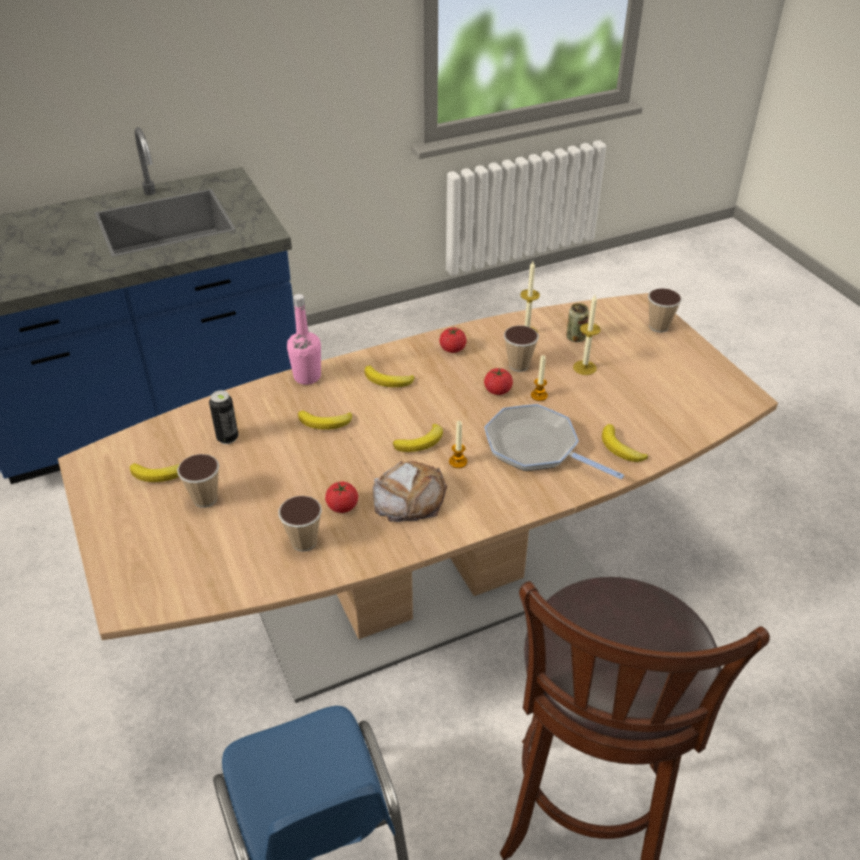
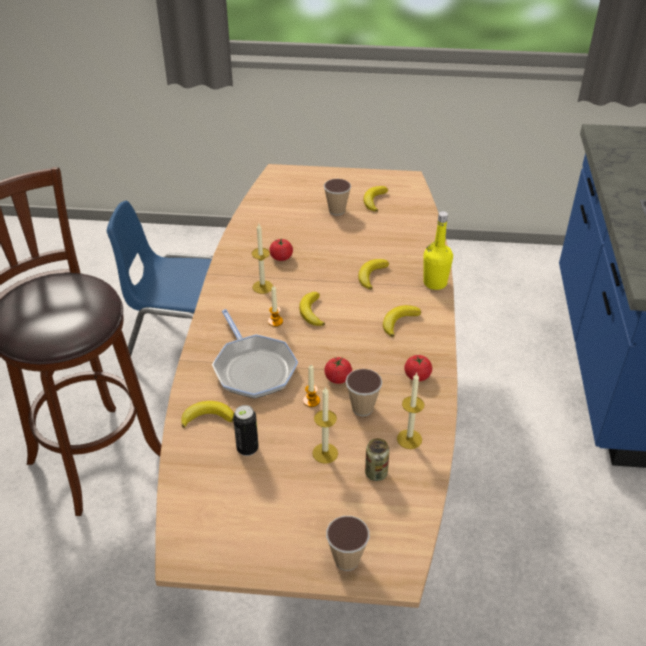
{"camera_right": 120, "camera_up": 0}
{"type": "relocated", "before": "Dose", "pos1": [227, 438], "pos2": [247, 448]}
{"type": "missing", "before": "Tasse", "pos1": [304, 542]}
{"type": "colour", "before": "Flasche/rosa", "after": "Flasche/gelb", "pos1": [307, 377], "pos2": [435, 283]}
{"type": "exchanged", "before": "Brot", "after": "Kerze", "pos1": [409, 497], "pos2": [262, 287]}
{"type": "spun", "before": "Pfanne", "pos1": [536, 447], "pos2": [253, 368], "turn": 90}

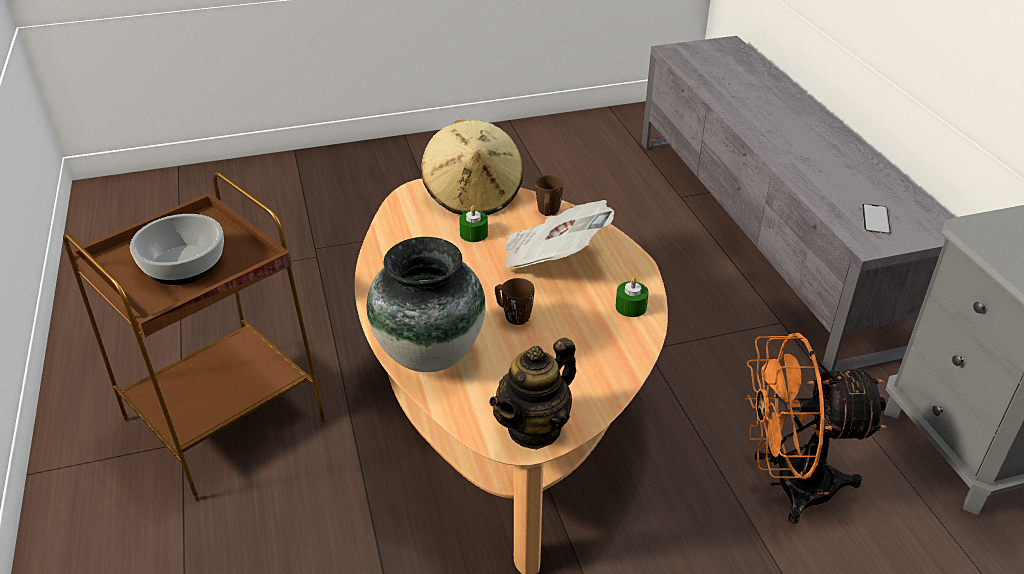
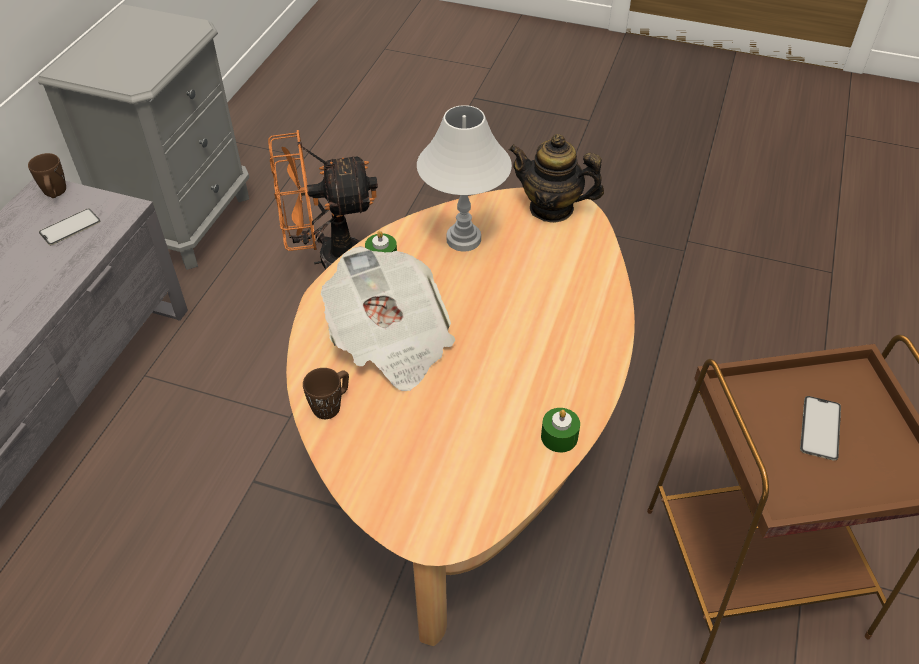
{"camera_right": -145, "camera_up": 10}
{"type": "exchanged", "before": "Schüssel", "after": "Handy", "pos1": [182, 265], "pos2": [820, 428]}
{"type": "missing", "before": "Vase", "pos1": [430, 355]}
{"type": "missing", "before": "Hut/beige", "pos1": [473, 195]}
{"type": "relocated", "before": "Kerze/grün", "pos1": [474, 234], "pos2": [559, 437]}
{"type": "spun", "before": "Teekanne", "pos1": [534, 428], "pos2": [551, 208], "turn": -150}
{"type": "relocated", "before": "Henkelbecher/braun", "pos1": [513, 315], "pos2": [55, 193]}
{"type": "spun", "before": "Ventilator/orange", "pos1": [788, 485], "pos2": [329, 262], "turn": 135}
{"type": "appeared", "after": "Tischlampe/weiß", "pos2": [463, 239]}

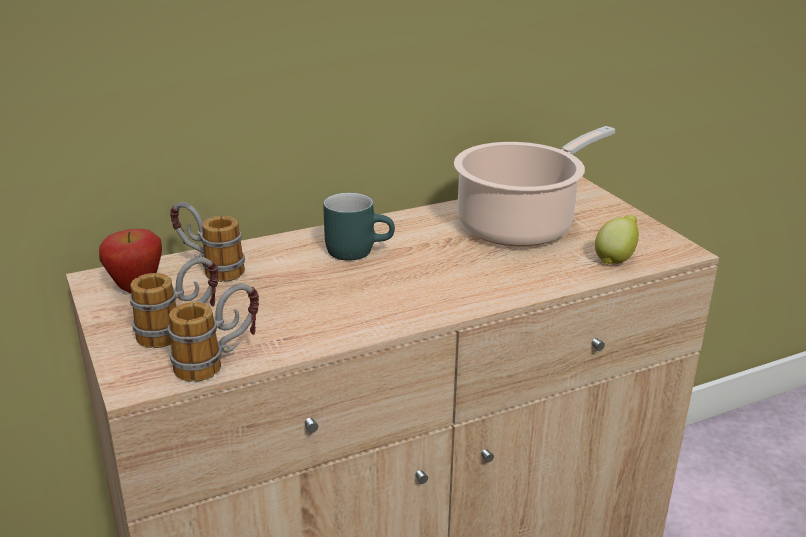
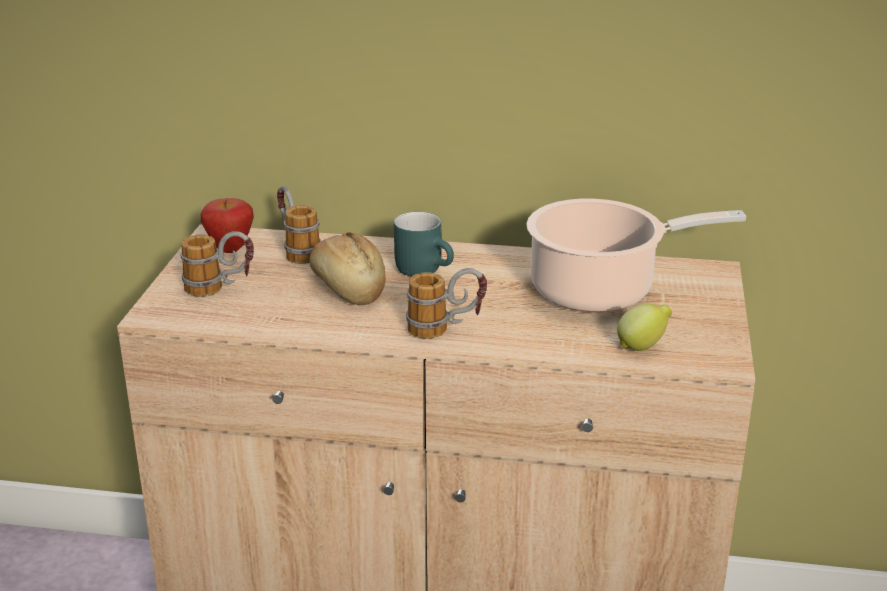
{"camera_right": 35, "camera_up": 0}
{"type": "relocated", "before": "Henkelbecher", "pos1": [218, 362], "pos2": [446, 329]}
{"type": "appeared", "after": "Brot", "pos2": [348, 287]}

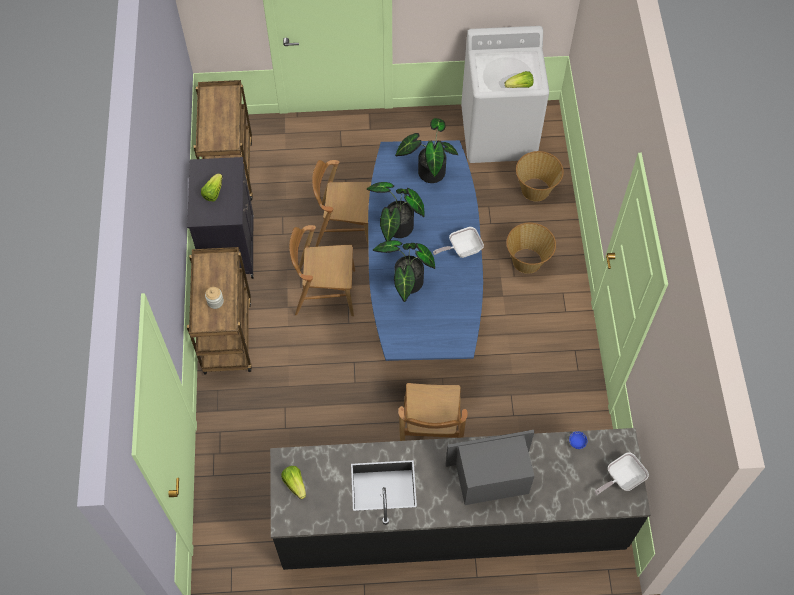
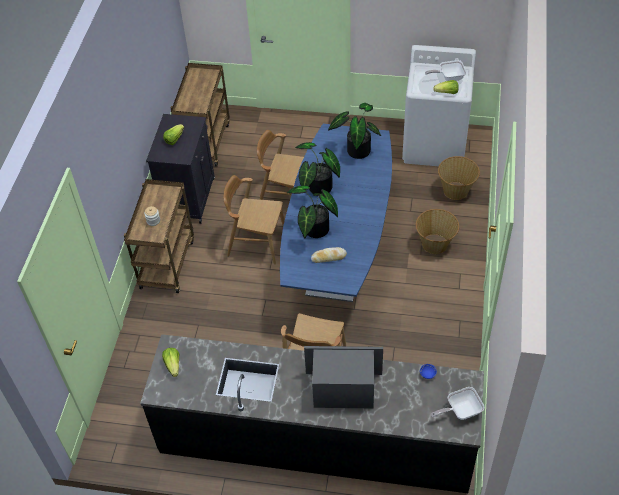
{"camera_right": 15, "camera_up": -10}
{"type": "relocated", "before": "Pfanne", "pos1": [461, 249], "pos2": [448, 77]}
{"type": "appeared", "after": "Brot", "pos2": [328, 257]}

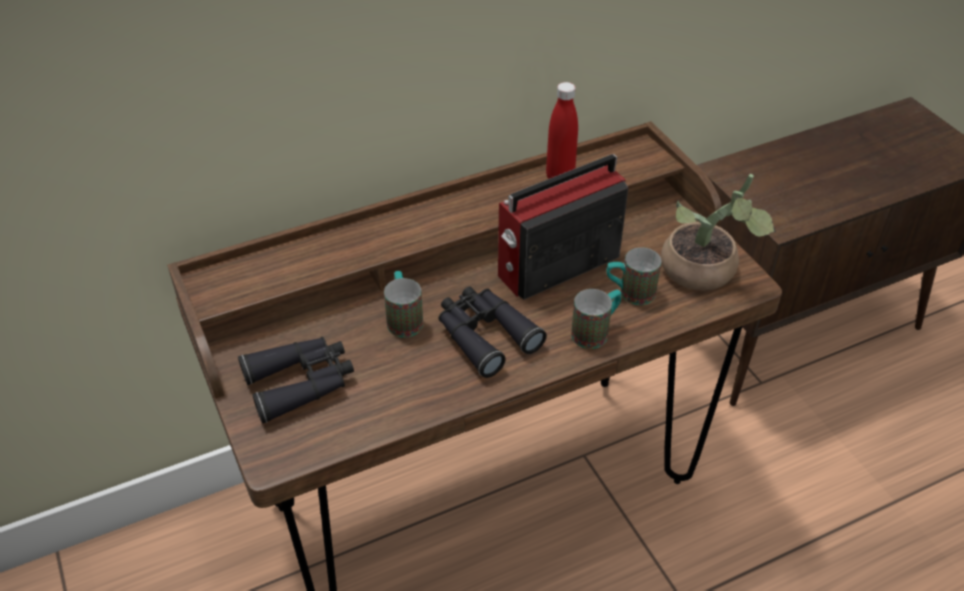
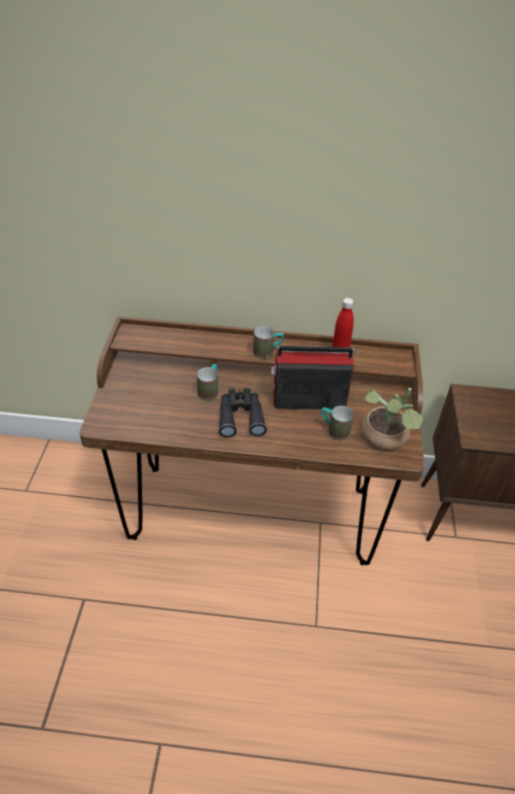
{"camera_right": 30, "camera_up": 0}
{"type": "missing", "before": "Fernglas/schwarz", "pos1": [301, 383]}
{"type": "relocated", "before": "Henkelbecher", "pos1": [596, 331], "pos2": [267, 352]}

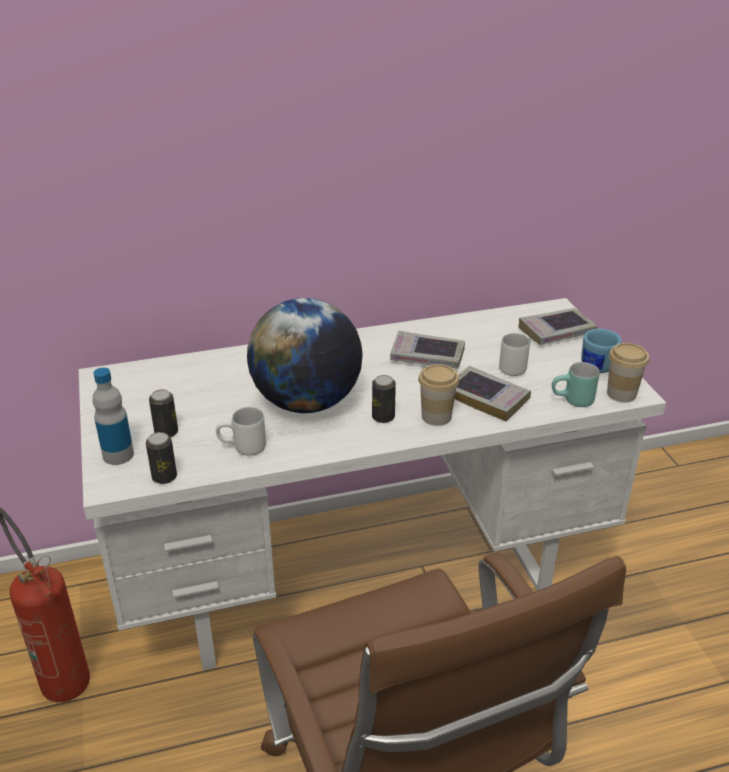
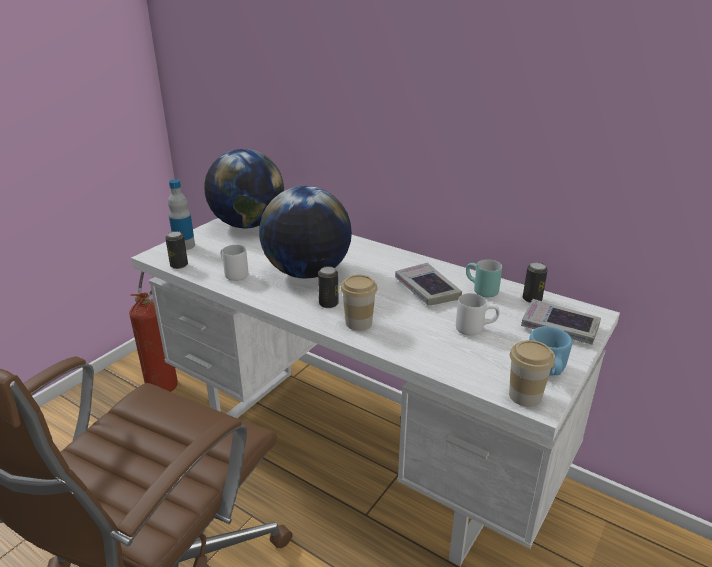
{"camera_right": 50, "camera_up": -5}
{"type": "relocated", "before": "Dose", "pos1": [166, 432], "pos2": [532, 299]}
{"type": "missing", "before": "Buch", "pos1": [486, 398]}
{"type": "relocated", "before": "Henkelbecher/türkis", "pos1": [572, 402], "pos2": [480, 291]}
{"type": "appeared", "after": "Globus", "pos2": [247, 224]}

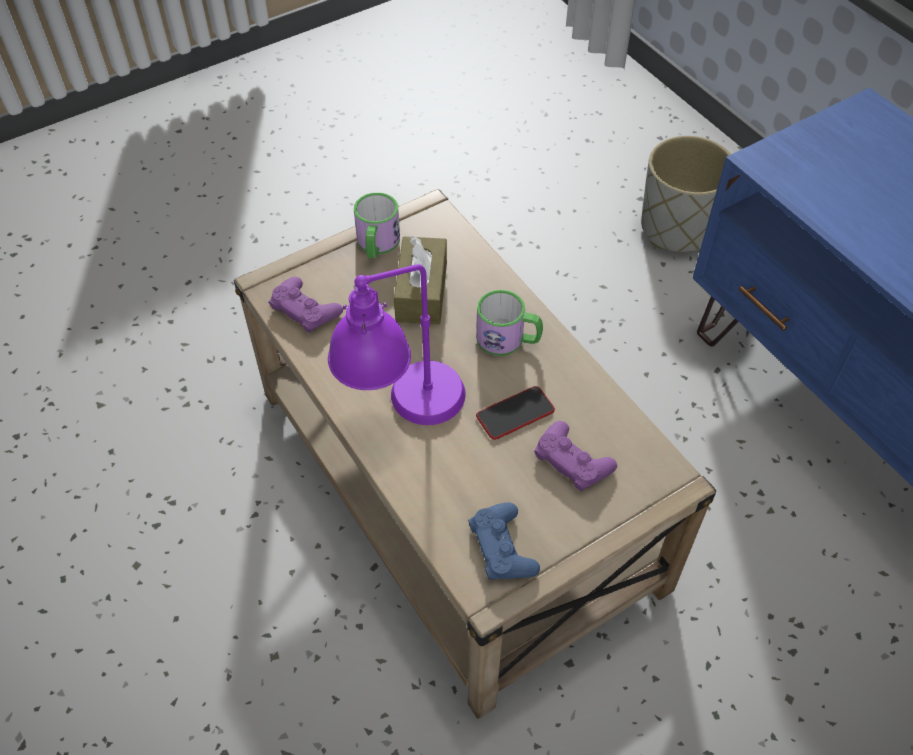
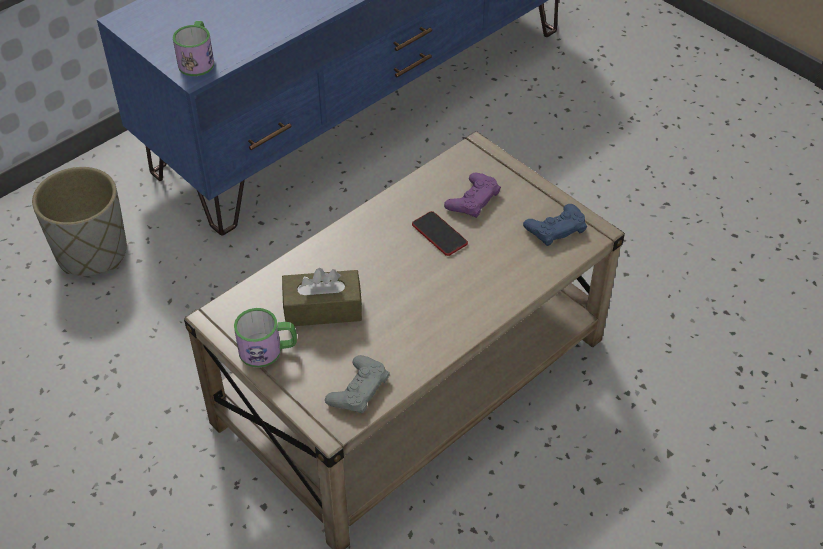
{"camera_right": -100, "camera_up": -5}
{"type": "colour", "before": "Gamepad/lila", "after": "Gamepad/grau", "pos1": [305, 309], "pos2": [358, 389]}
{"type": "missing", "before": "Tischlampe/lila", "pos1": [403, 413]}
{"type": "relocated", "before": "Henkelbecher", "pos1": [508, 339], "pos2": [198, 60]}

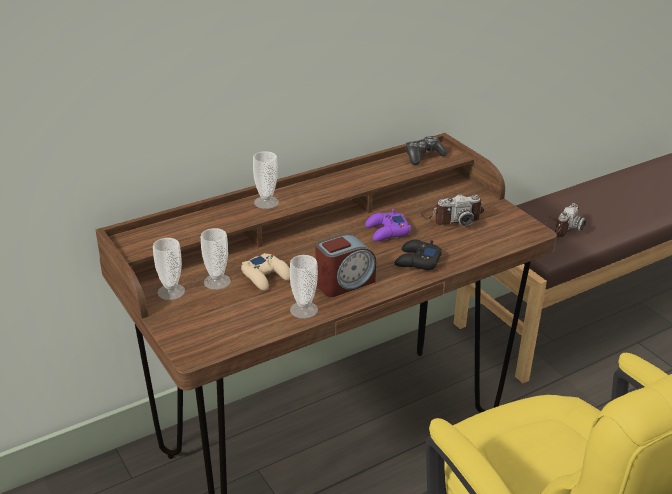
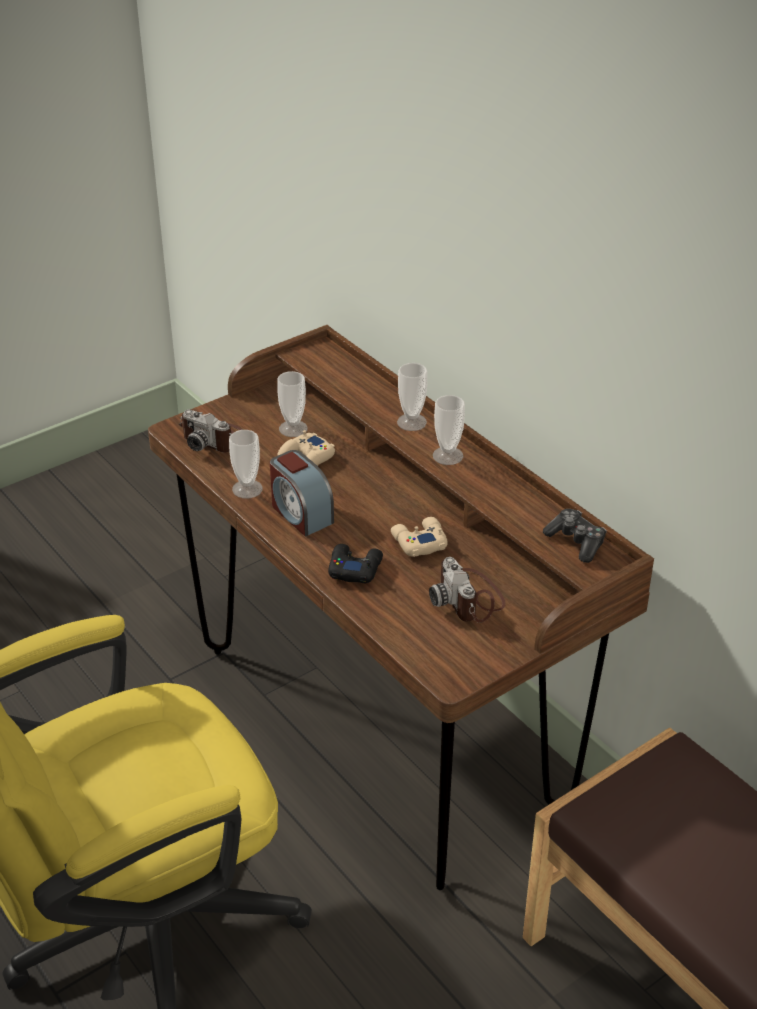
{"camera_right": 85, "camera_up": 5}
{"type": "relocated", "before": "Tasse", "pos1": [171, 292], "pos2": [447, 456]}
{"type": "colour", "before": "Gamepad/lila", "after": "Gamepad/beige", "pos1": [387, 232], "pos2": [418, 542]}
{"type": "relocated", "before": "Kamera", "pos1": [556, 228], "pos2": [213, 438]}

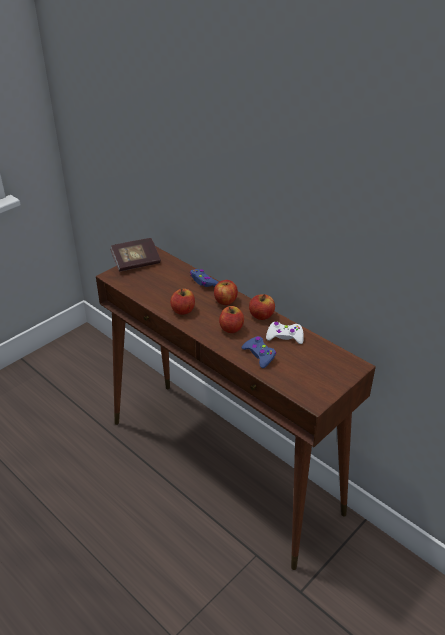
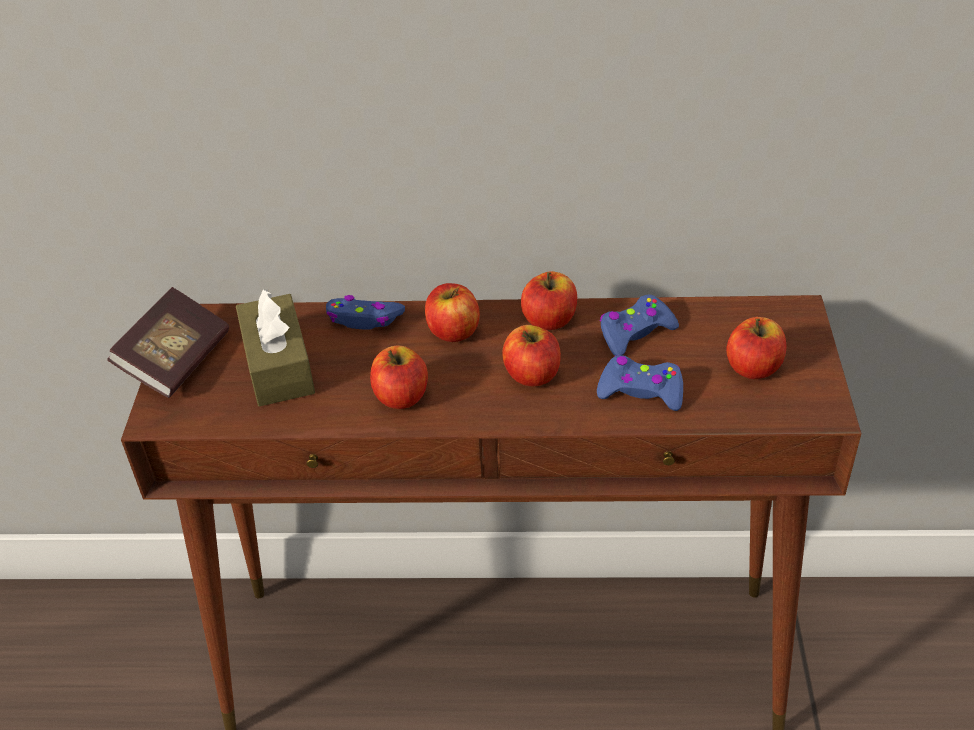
{"camera_right": -40, "camera_up": 5}
{"type": "colour", "before": "Gamepad/weiß", "after": "Gamepad/blau", "pos1": [285, 336], "pos2": [635, 332]}
{"type": "appeared", "after": "Taschentuchbox/braun", "pos2": [278, 366]}
{"type": "appeared", "after": "Apfel", "pos2": [753, 367]}

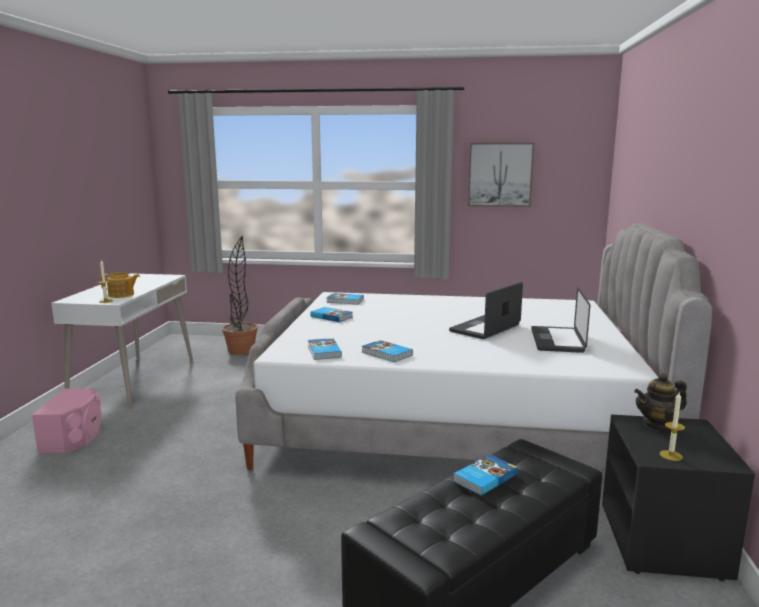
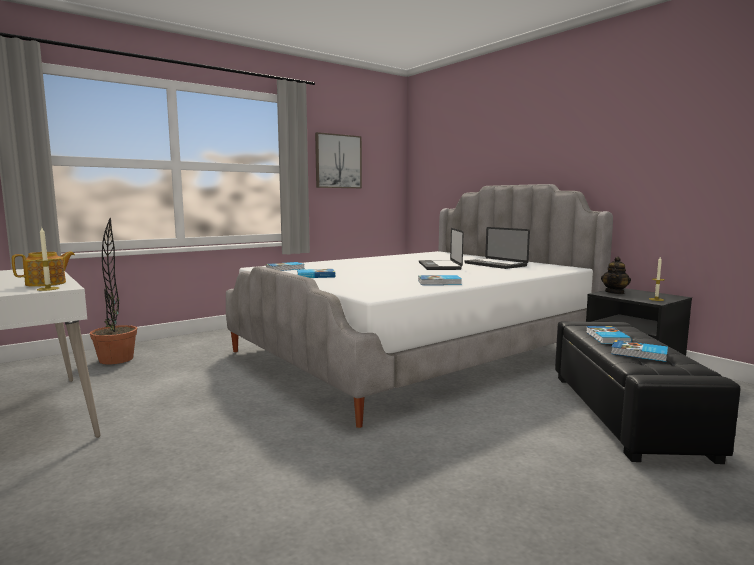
{"camera_right": -45, "camera_up": -5}
{"type": "missing", "before": "Lautsprecher/rosa", "pos1": [74, 437]}
{"type": "relocated", "before": "Buch", "pos1": [323, 351], "pos2": [639, 354]}

